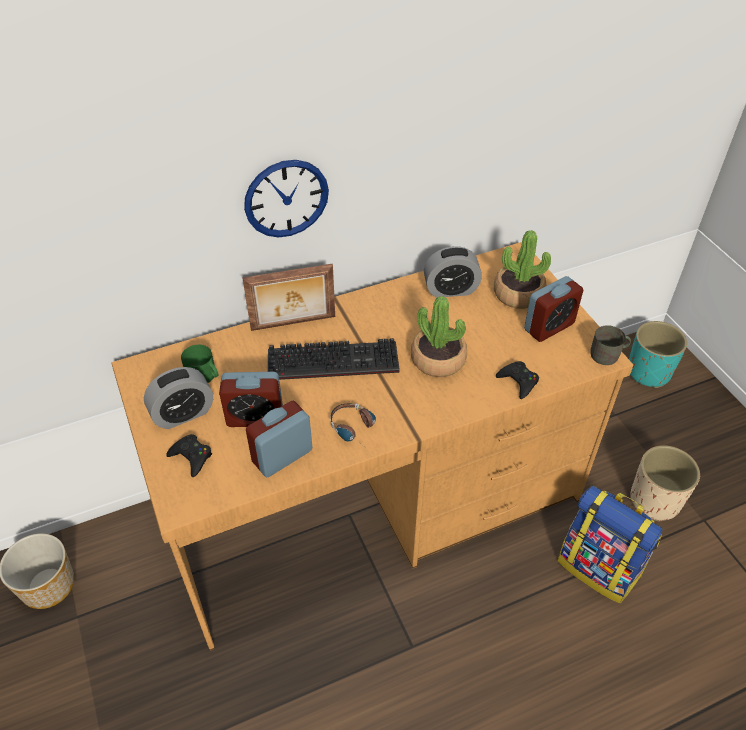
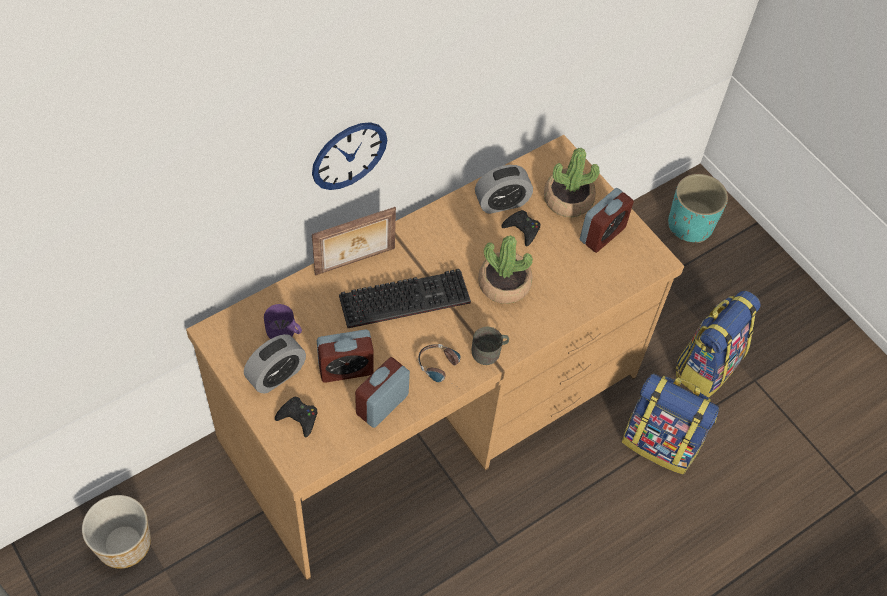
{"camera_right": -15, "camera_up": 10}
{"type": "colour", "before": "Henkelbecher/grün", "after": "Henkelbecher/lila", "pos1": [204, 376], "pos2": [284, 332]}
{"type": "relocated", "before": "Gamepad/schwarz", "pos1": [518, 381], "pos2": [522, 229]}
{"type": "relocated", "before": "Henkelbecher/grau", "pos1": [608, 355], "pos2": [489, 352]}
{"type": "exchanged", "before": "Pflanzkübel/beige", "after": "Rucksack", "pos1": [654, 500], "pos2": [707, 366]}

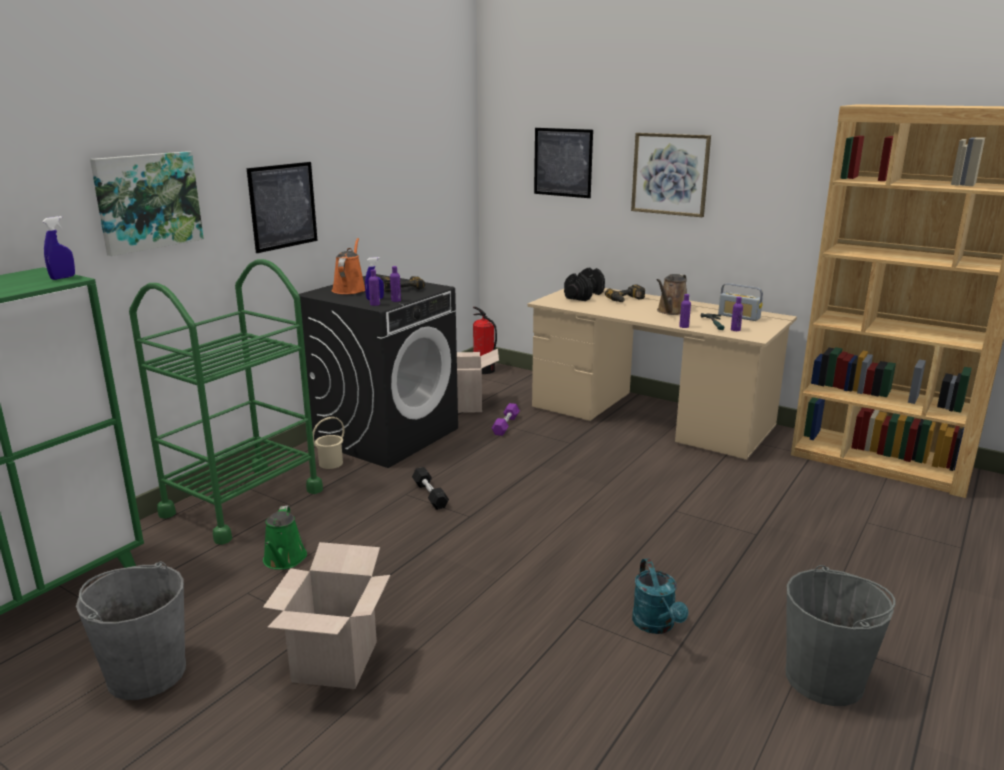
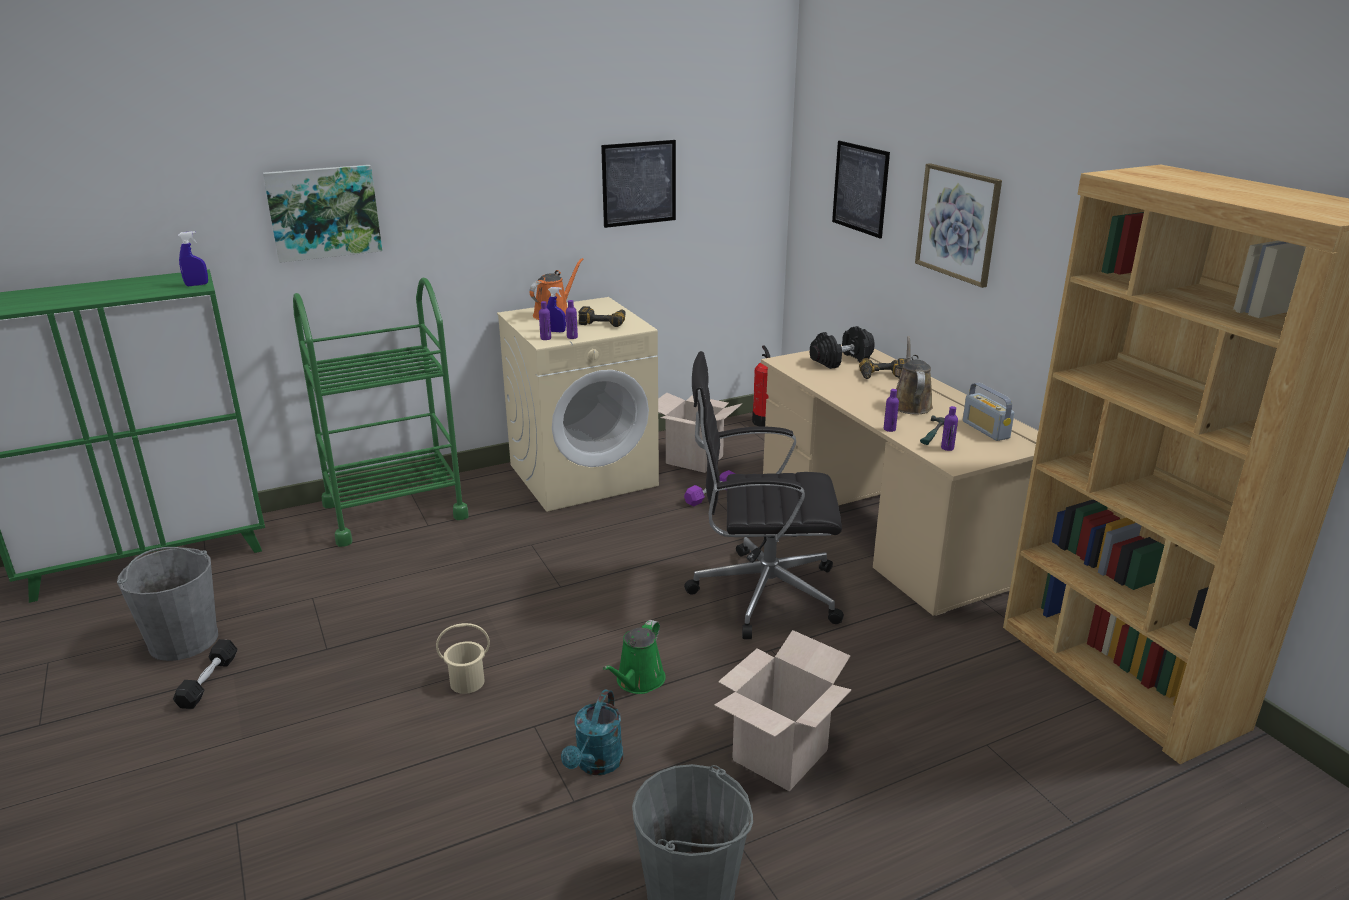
{"camera_right": 30, "camera_up": 5}
{"type": "relocated", "before": "Bild", "pos1": [283, 206], "pos2": [639, 183]}
{"type": "relocated", "before": "Gießkanne/grün", "pos1": [284, 560], "pos2": [638, 681]}
{"type": "relocated", "before": "Karton", "pos1": [335, 662], "pos2": [780, 755]}
{"type": "colour", "before": "Waschmaschine/schwarz", "after": "Waschmaschine/beige", "pos1": [386, 435], "pos2": [583, 474]}
{"type": "relocated", "before": "Eimer/beige", "pos1": [330, 463], "pos2": [467, 682]}
{"type": "relocated", "before": "Hantel/schwarz", "pos1": [430, 495], "pos2": [208, 682]}
{"type": "spun", "before": "Gießkanne/braun", "pos1": [671, 311], "pos2": [910, 404], "turn": 120}
{"type": "appeared", "after": "Bürostuhl/schwarz", "pos2": [761, 593]}

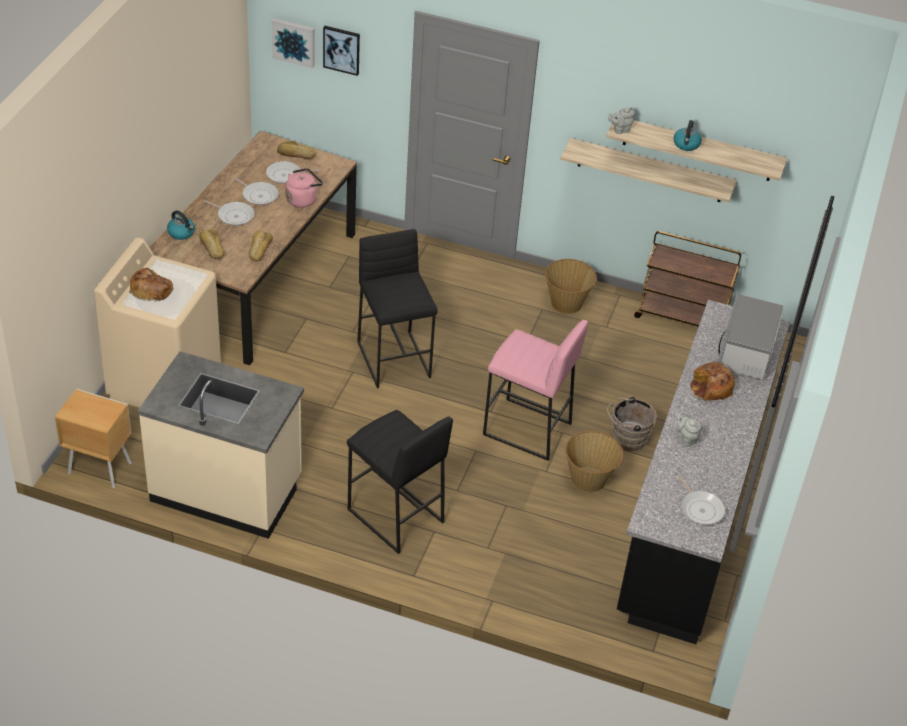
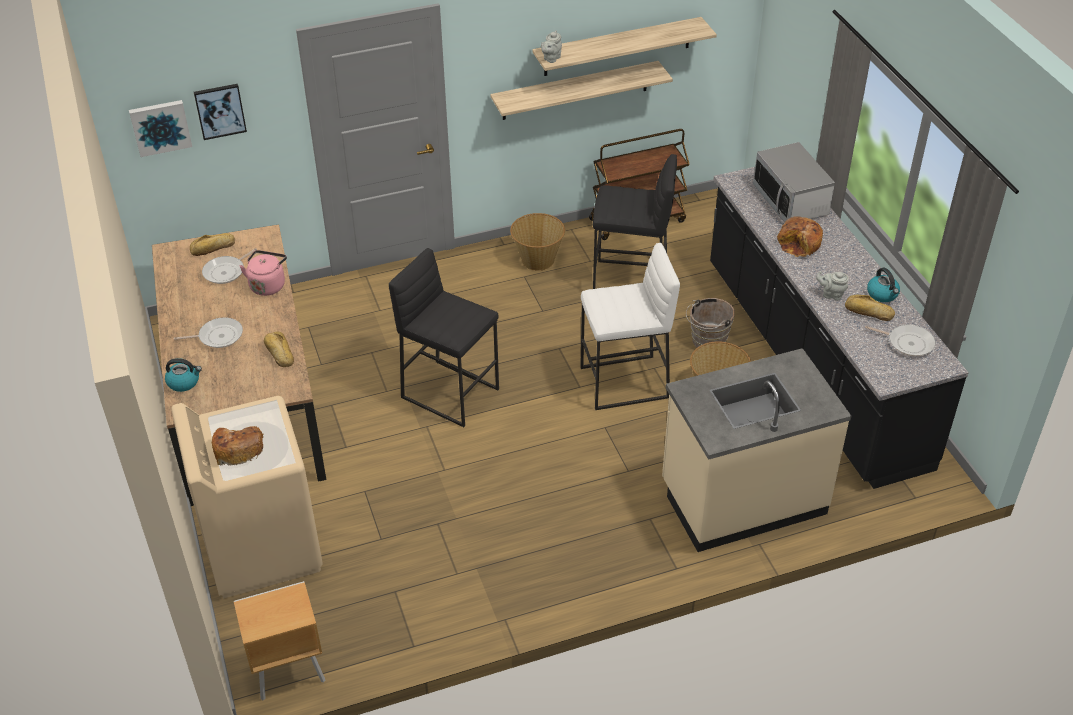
{"camera_right": -35, "camera_up": 0}
{"type": "relocated", "before": "Küchenzeile/beige", "pos1": [227, 489], "pos2": [742, 498]}
{"type": "relocated", "before": "Brot", "pos1": [211, 247], "pos2": [868, 312]}
{"type": "missing", "before": "Pfanne", "pos1": [258, 195]}
{"type": "relocated", "before": "Hocker/schwarz", "pos1": [394, 516], "pos2": [630, 282]}
{"type": "colour", "before": "Hocker/rosa", "after": "Hocker/weiß", "pos1": [526, 429], "pos2": [624, 383]}
{"type": "relocated", "before": "Wasserkessel", "pos1": [686, 145], "pos2": [882, 294]}

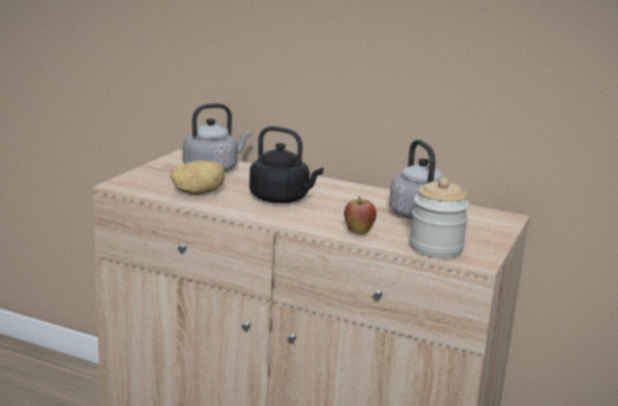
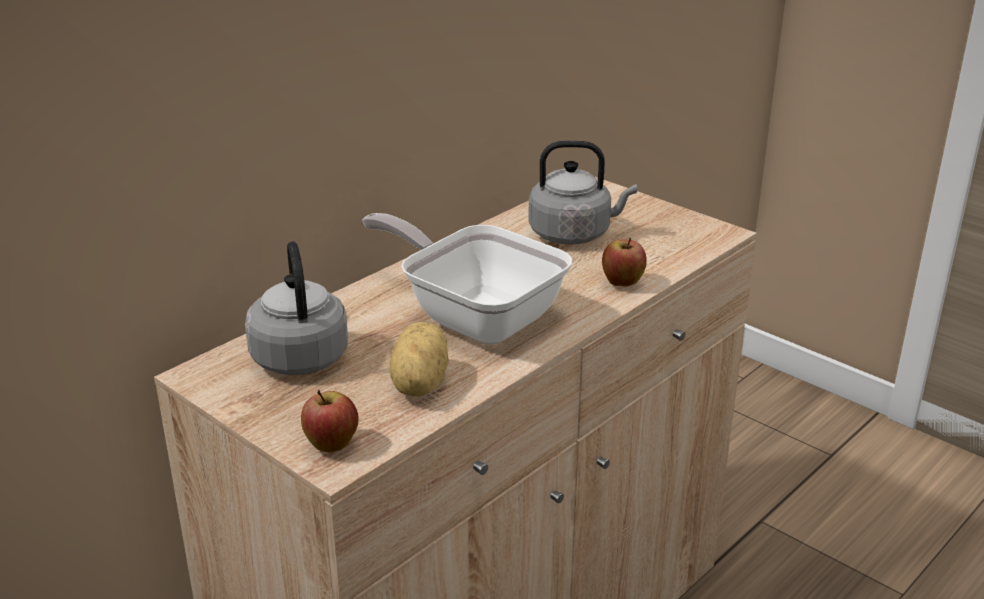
{"camera_right": -70, "camera_up": 10}
{"type": "exchanged", "before": "Wasserkessel/schwarz", "after": "Pfanne", "pos1": [282, 199], "pos2": [474, 316]}
{"type": "missing", "before": "Vorratsglas", "pos1": [436, 248]}
{"type": "appeared", "after": "Apfel", "pos2": [331, 446]}

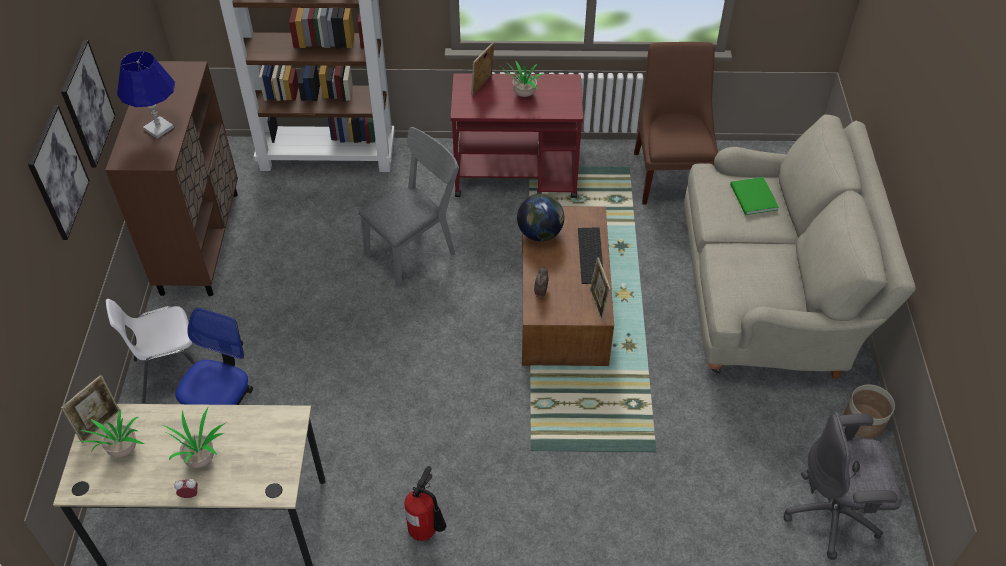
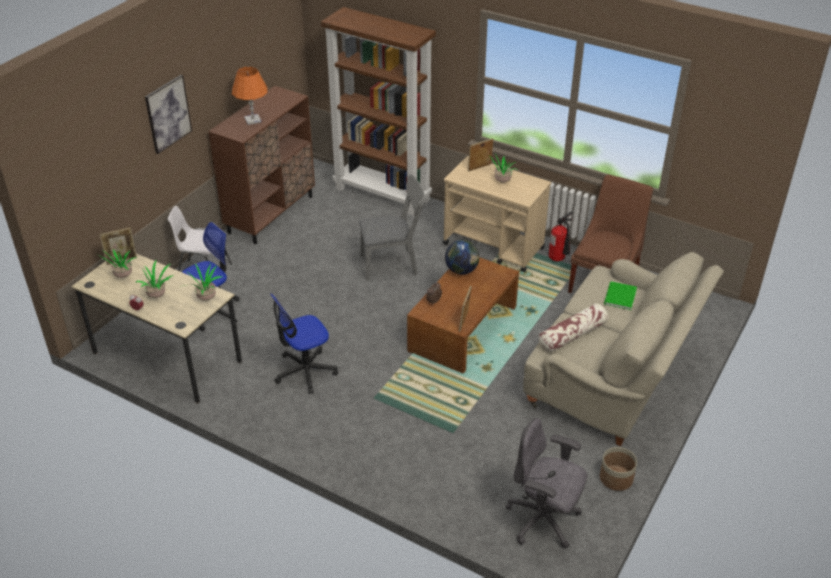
{"camera_right": 30, "camera_up": -10}
{"type": "missing", "before": "Bild", "pos1": [87, 104]}
{"type": "colour", "before": "Tischlampe/blau", "after": "Tischlampe/orange", "pos1": [159, 128], "pos2": [253, 120]}
{"type": "relocated", "before": "Feuerlöscher", "pos1": [427, 530], "pos2": [559, 259]}
{"type": "colour", "before": "Rollwagen/rot", "after": "Rollwagen/beige", "pos1": [517, 177], "pos2": [494, 246]}
{"type": "missing", "before": "Tastatur", "pos1": [592, 256]}
{"type": "appeared", "after": "Topfpflanze", "pos2": [206, 298]}
{"type": "appeared", "after": "Bürostuhl", "pos2": [305, 371]}
{"type": "appeared", "after": "Kissen", "pos2": [572, 335]}

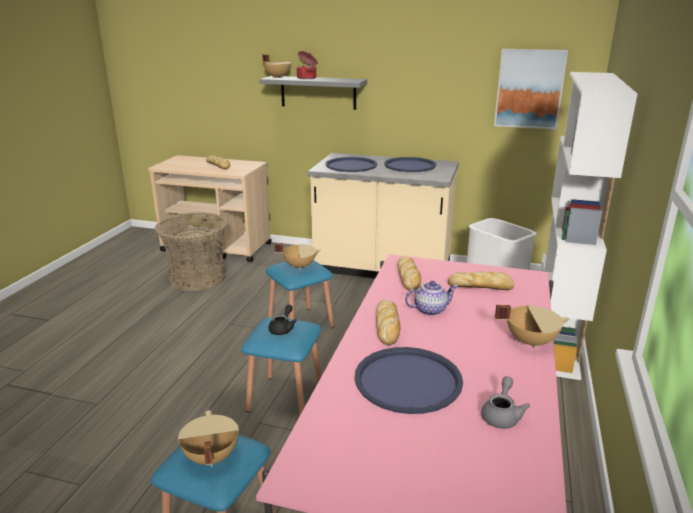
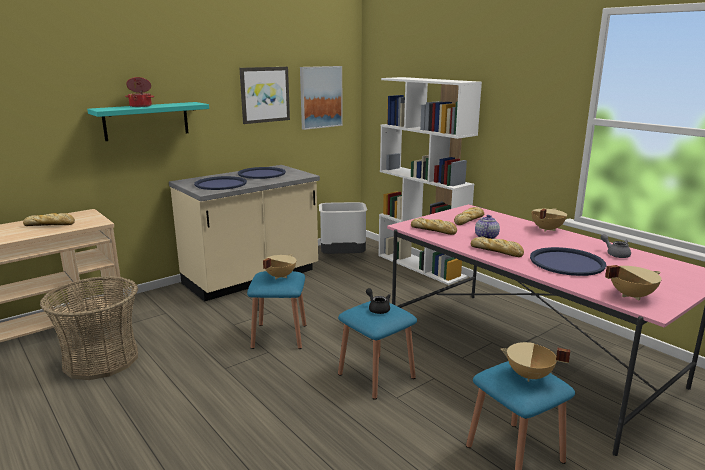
{"camera_right": -55, "camera_up": -5}
{"type": "colour", "before": "Wandregal/grau", "after": "Wandregal/türkis", "pos1": [318, 92], "pos2": [146, 121]}
{"type": "relocated", "before": "Kochtopf/beige", "pos1": [278, 77], "pos2": [630, 295]}
{"type": "appeared", "after": "Bild", "pos2": [264, 94]}

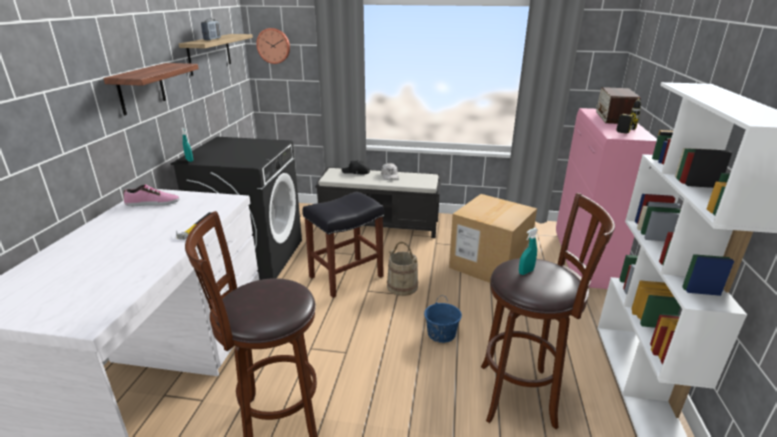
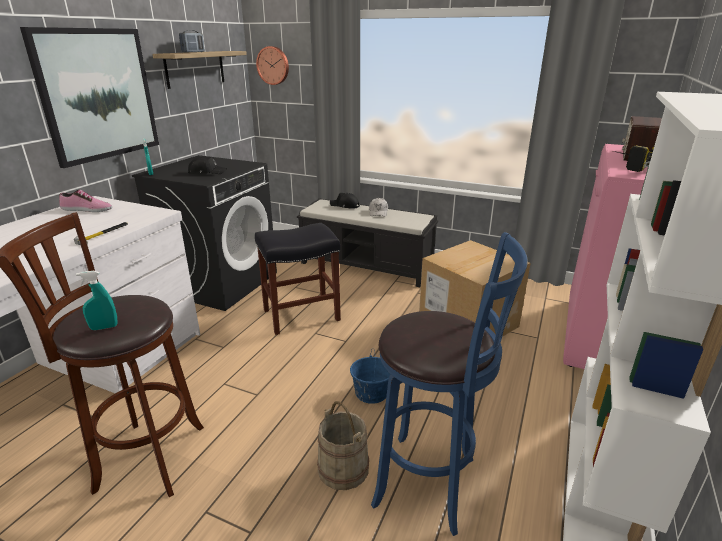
{"camera_right": 15, "camera_up": 0}
{"type": "exchanged", "before": "Wandregal", "after": "Bild", "pos1": [141, 88], "pos2": [98, 95]}
{"type": "relocated", "before": "Eimer/beige", "pos1": [402, 286], "pos2": [343, 468]}
{"type": "colour", "before": "Hocker/braun", "after": "Hocker/blau", "pos1": [522, 395], "pos2": [431, 483]}
{"type": "relocated", "before": "Sprühflasche/türkis", "pos1": [526, 272], "pos2": [104, 327]}
{"type": "appeared", "after": "Kappe/schwarz", "pos2": [207, 172]}

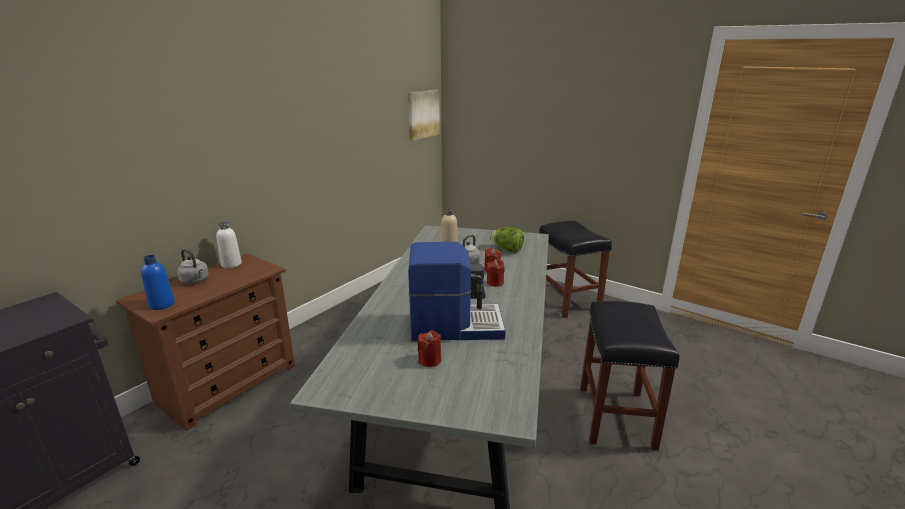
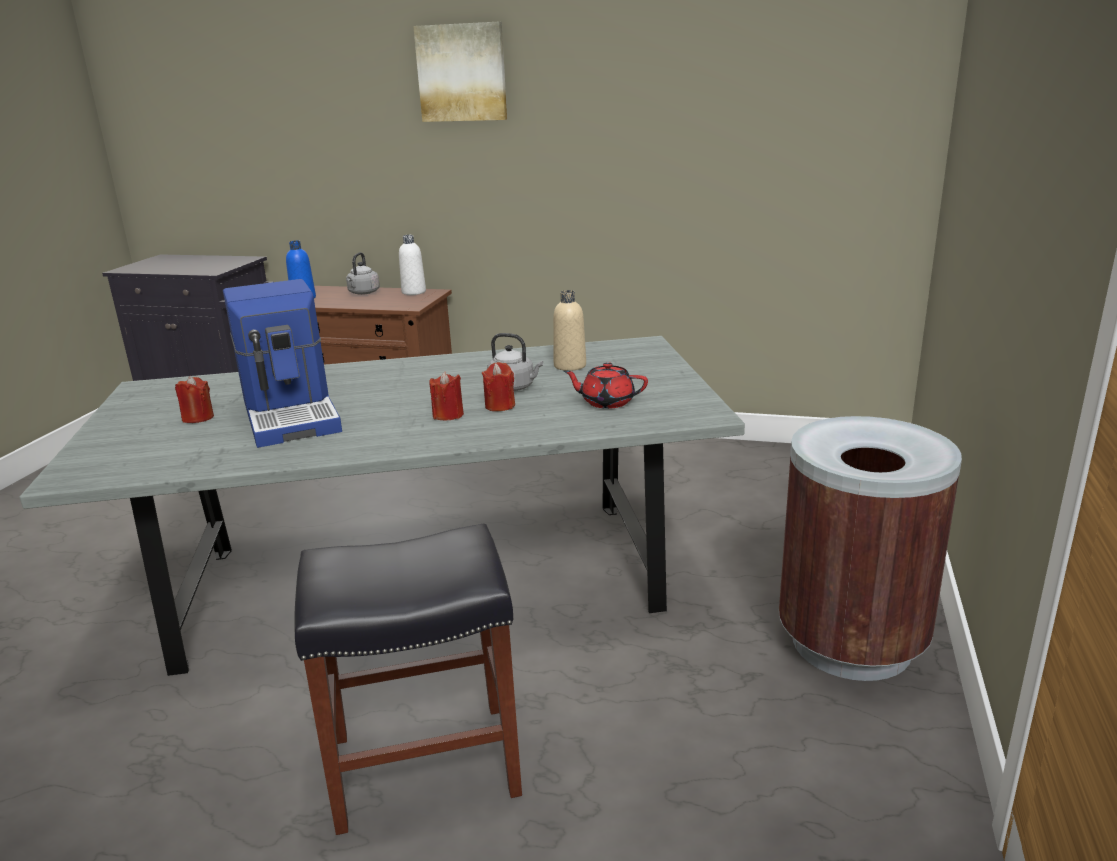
{"camera_right": 70, "camera_up": 0}
{"type": "relocated", "before": "Bild", "pos1": [422, 114], "pos2": [462, 73]}
{"type": "exchanged", "before": "Salatkopf", "after": "Teekanne/rot", "pos1": [507, 249], "pos2": [606, 402]}
{"type": "exchanged", "before": "Hocker/schwarz", "after": "Mülleimer/braun", "pos1": [568, 301], "pos2": [851, 643]}

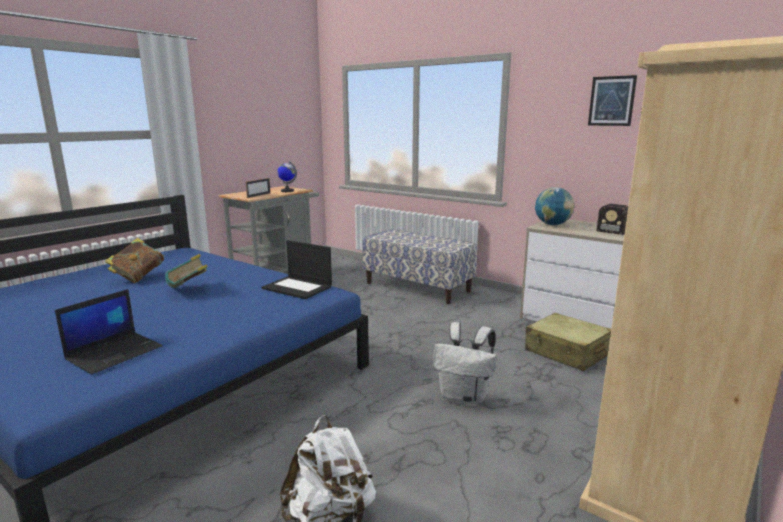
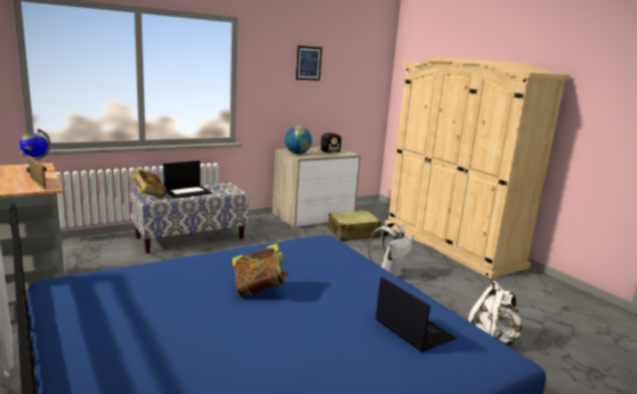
{"camera_right": -70, "camera_up": 0}
{"type": "relocated", "before": "Buch", "pos1": [139, 277], "pos2": [149, 195]}
{"type": "relocated", "before": "Laptop", "pos1": [298, 287], "pos2": [188, 192]}

